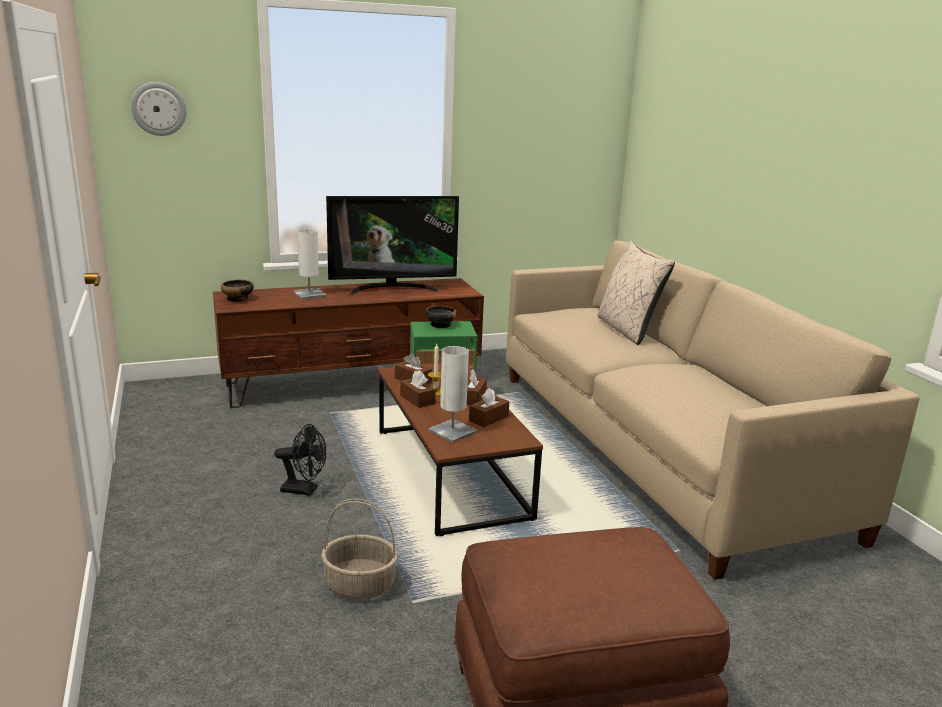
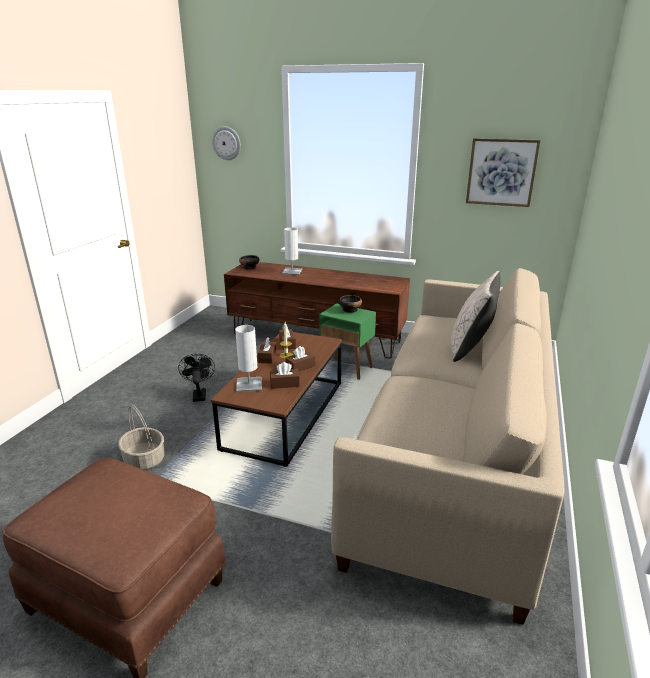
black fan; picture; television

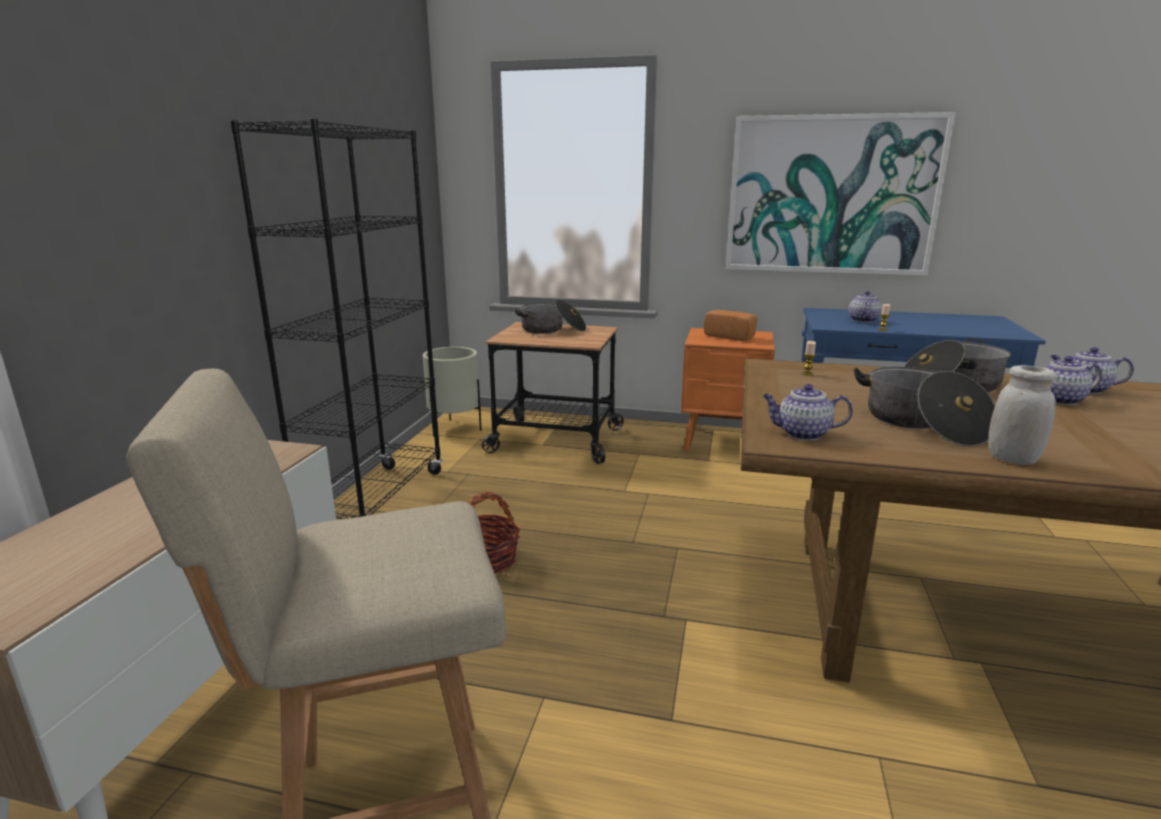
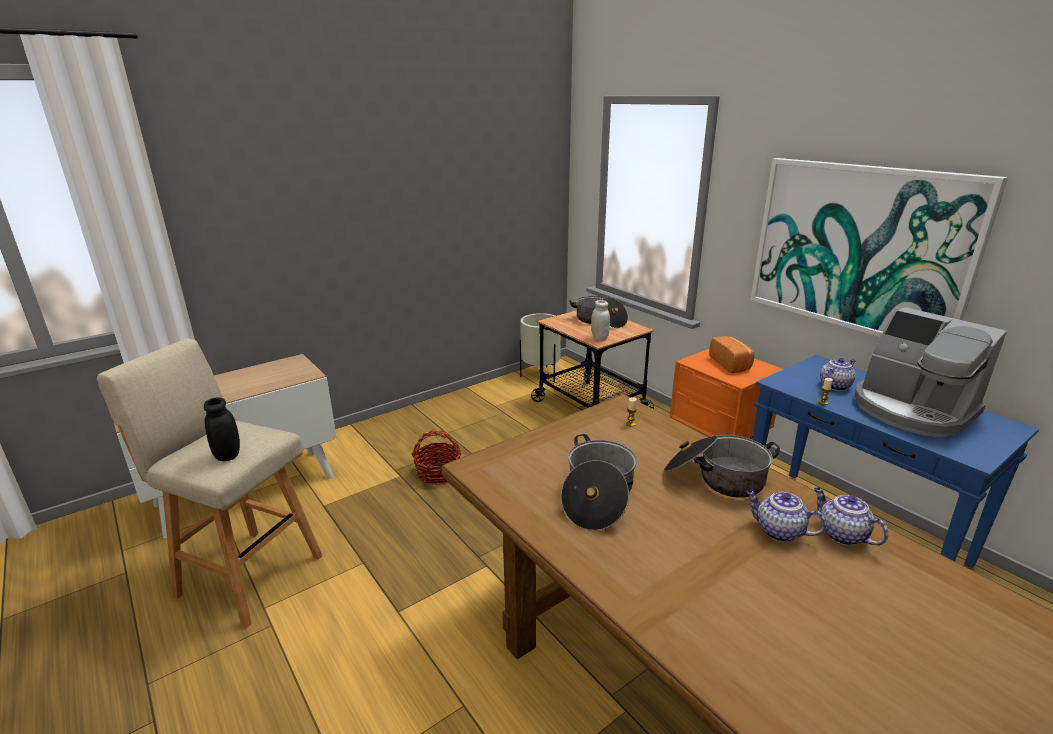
black jar; white jar; coffee machine; black bookcase; teapot (1st from left in the first image)

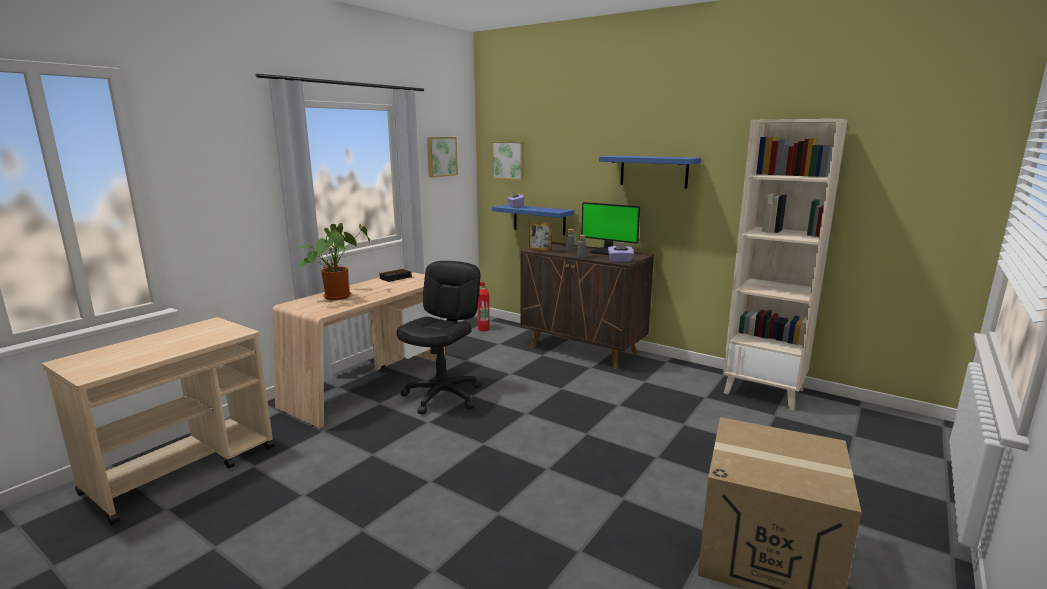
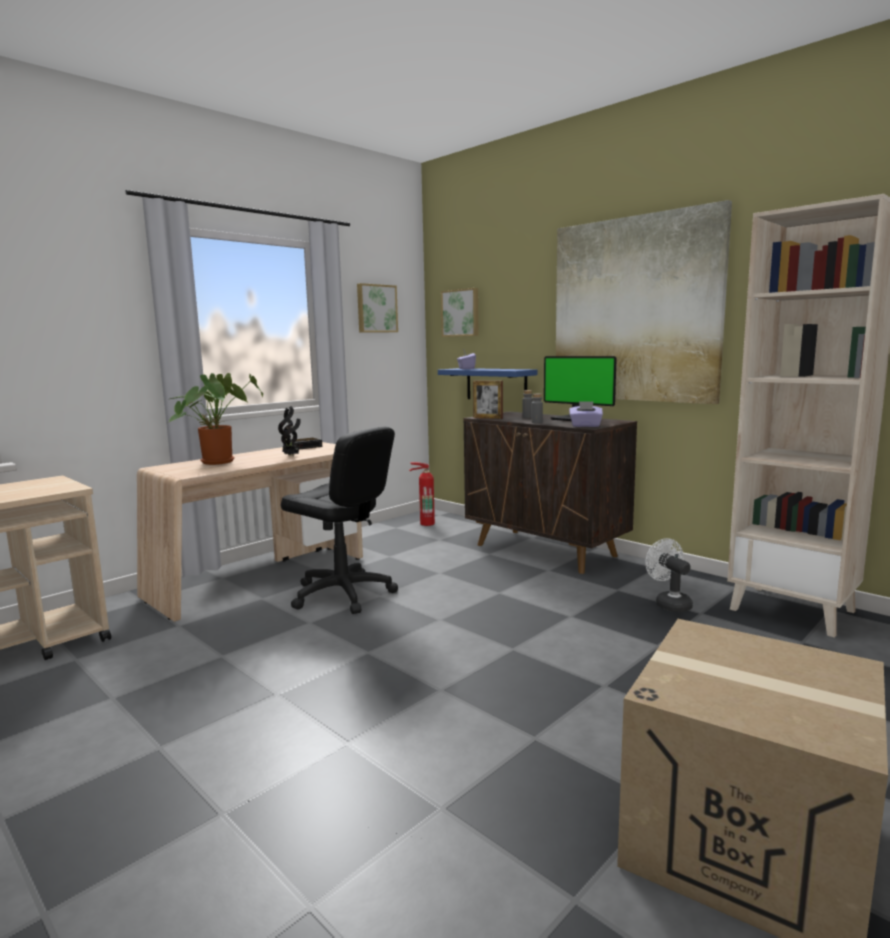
potted plant (2nd from left); black office chair; picture (3rd from left); white fan

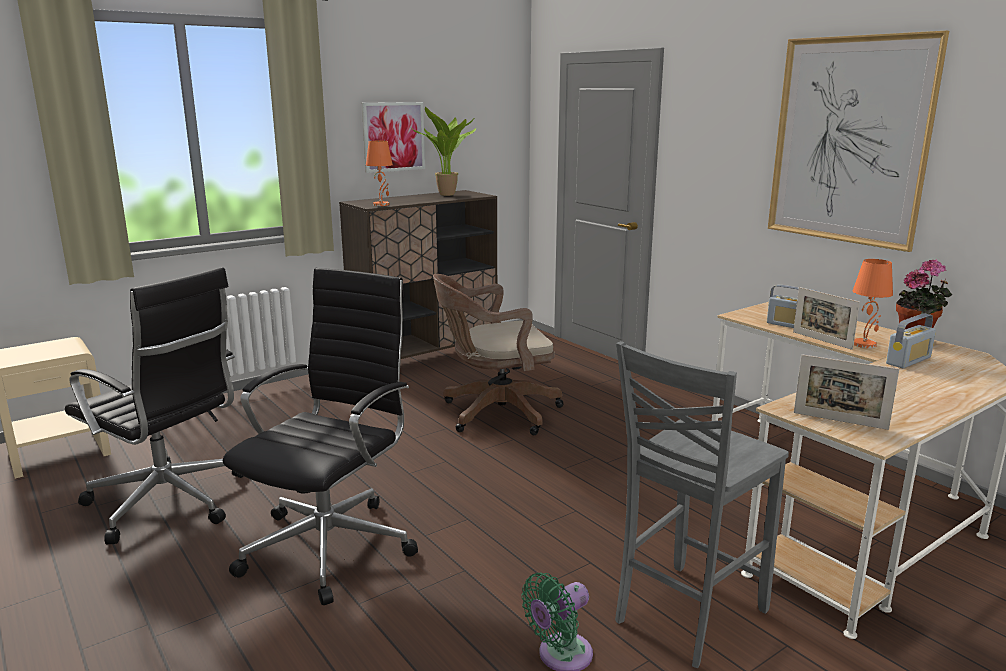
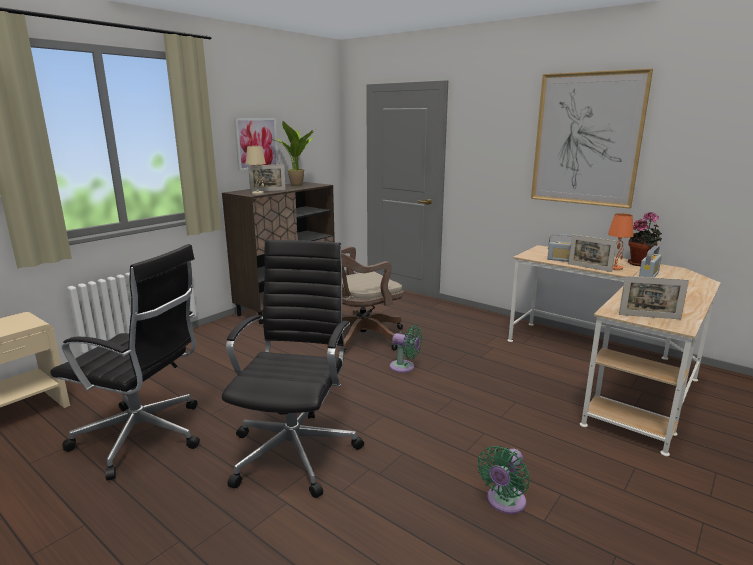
beige table lamp; picture frame (1st from left); green fan (1st from left); grey chair

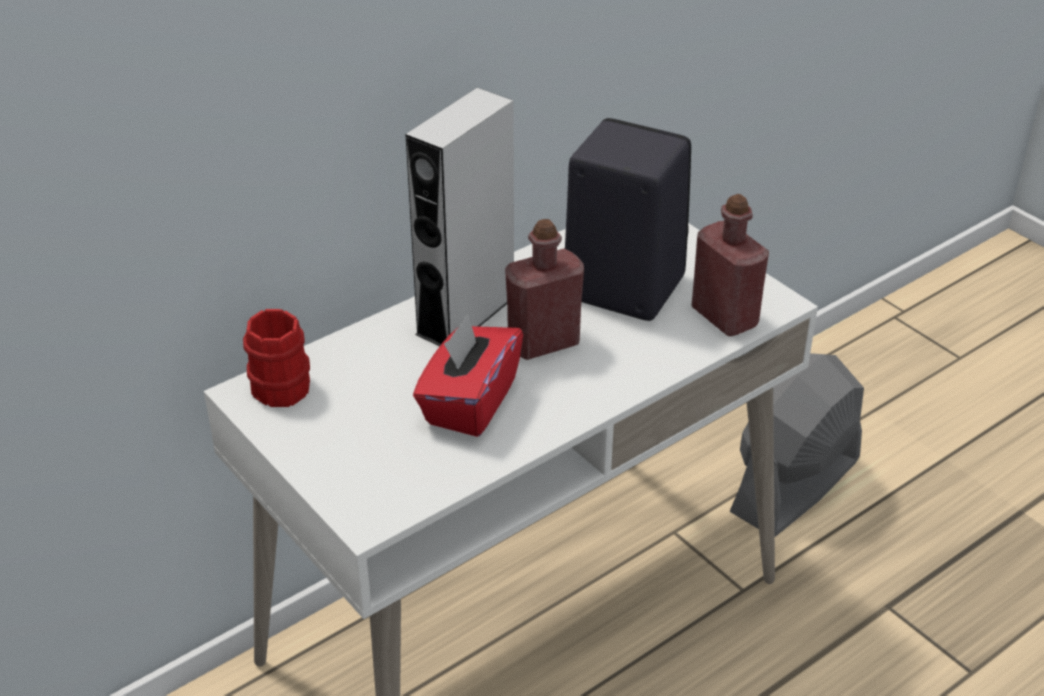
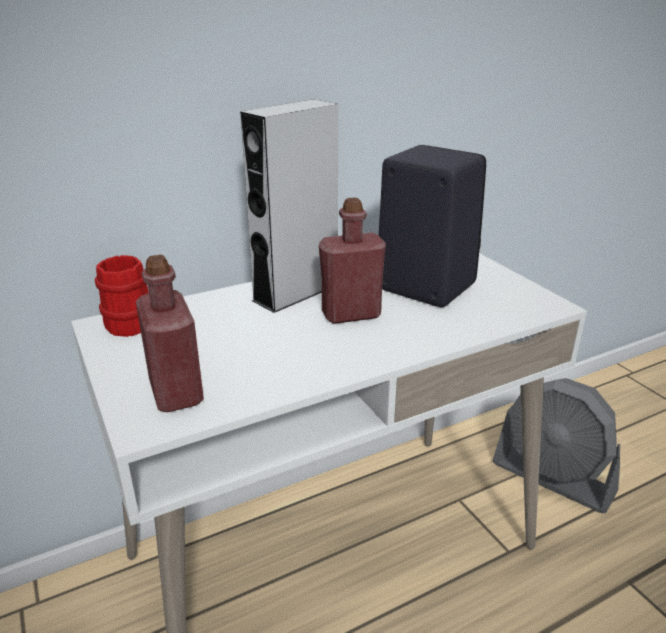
red bottle (1st from left); grey fan; red tissue box

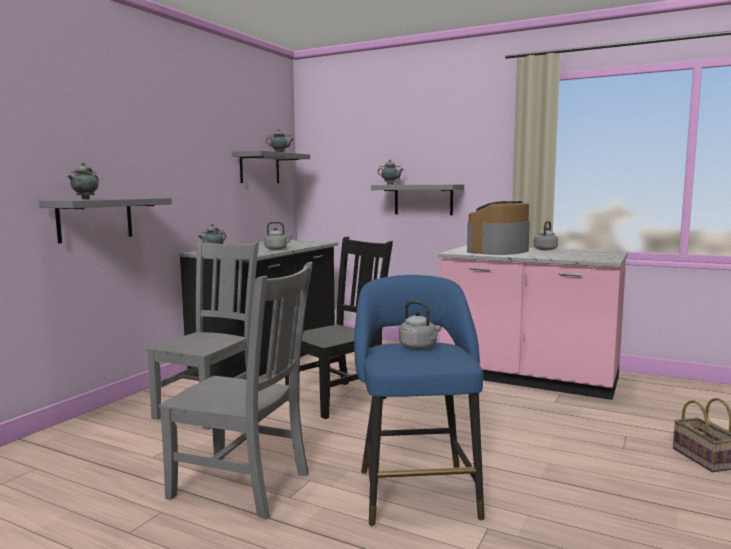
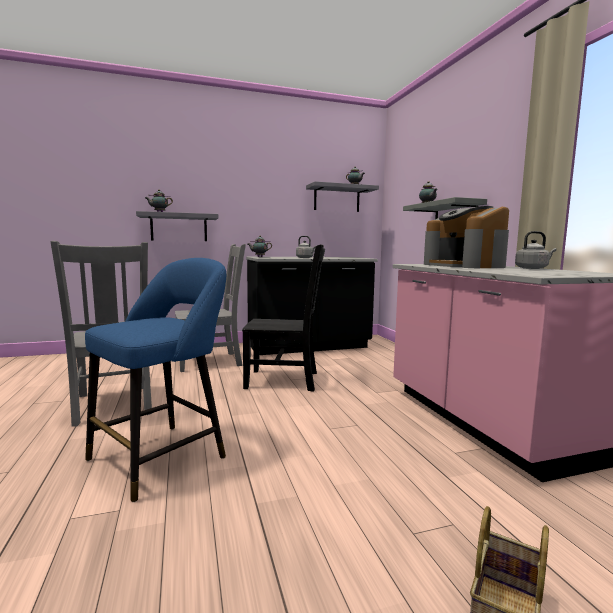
coffee machine; grey kettle (2nd from left in the first image)

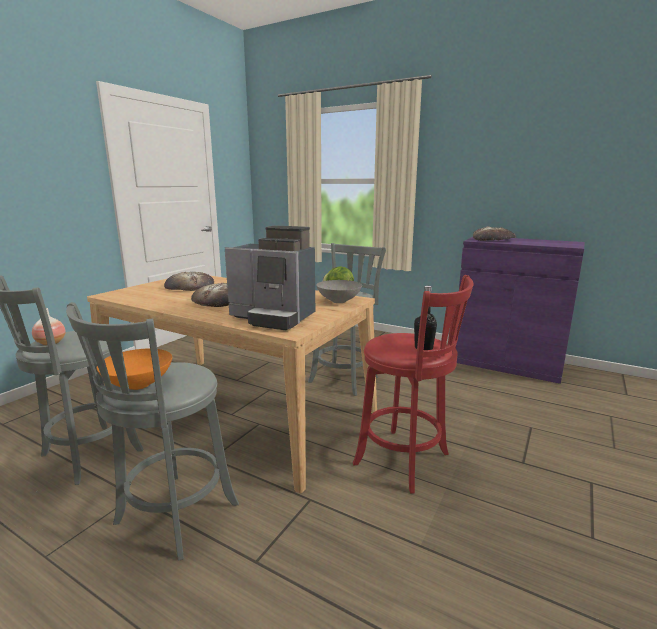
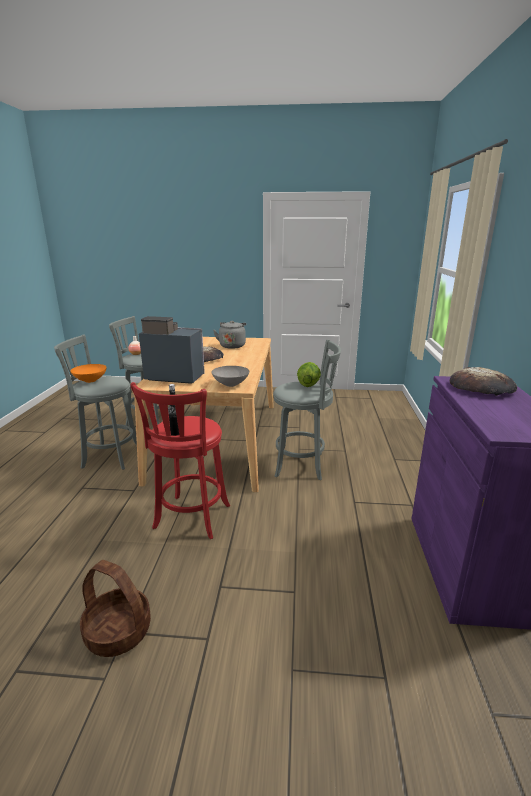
basket; coffee machine; grey kettle

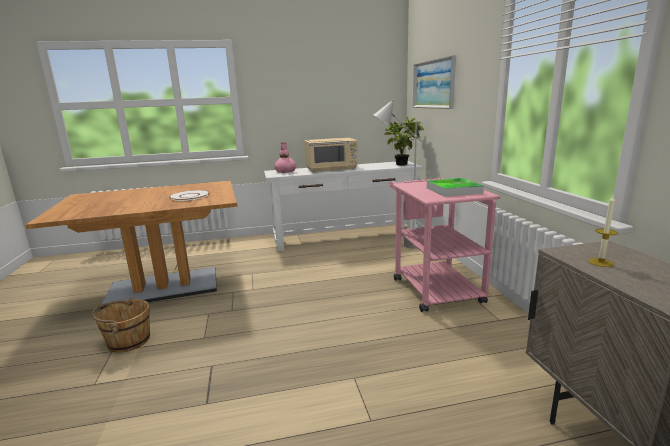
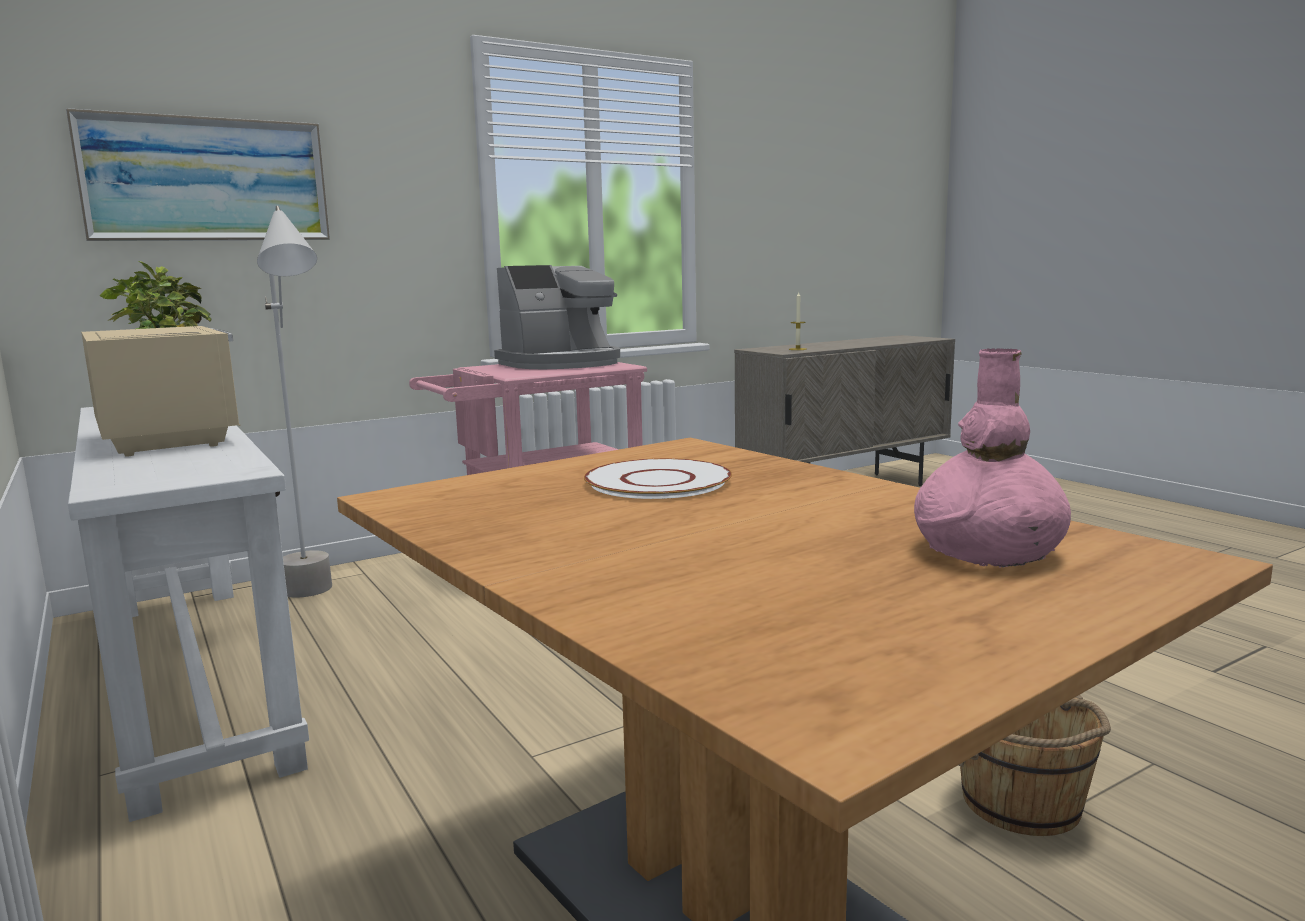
coffee machine; pink vase

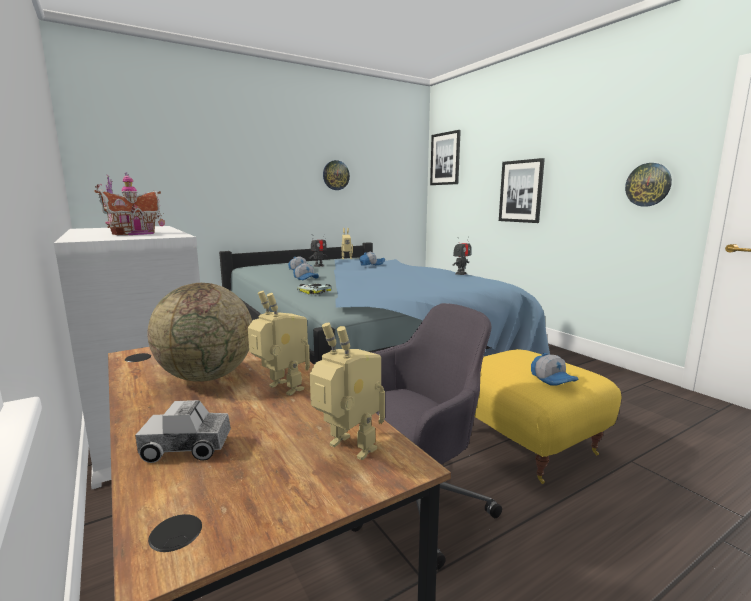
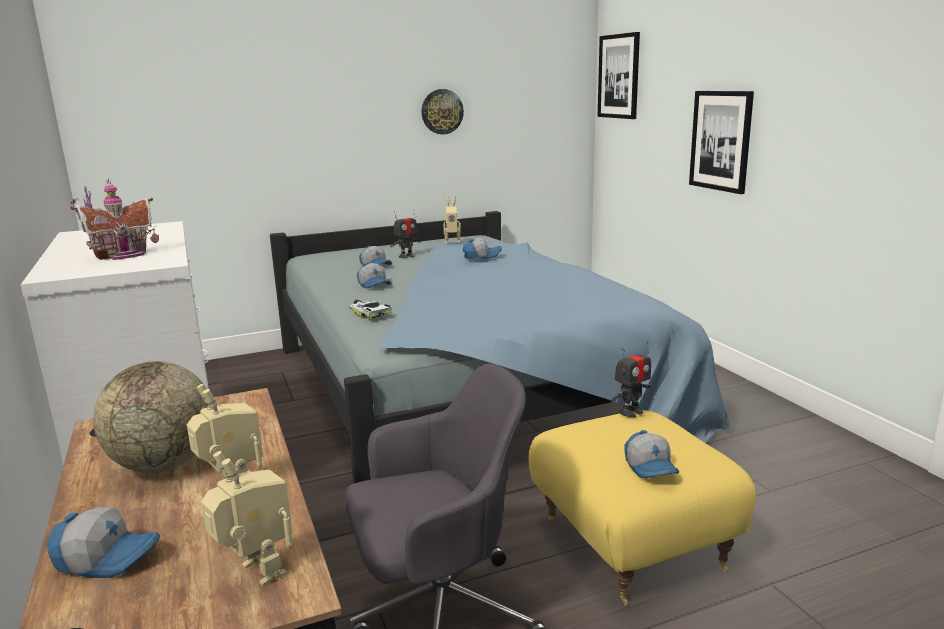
cap (1st from left); toy robot (5th from left); wall clock (2nd from left in the first image)

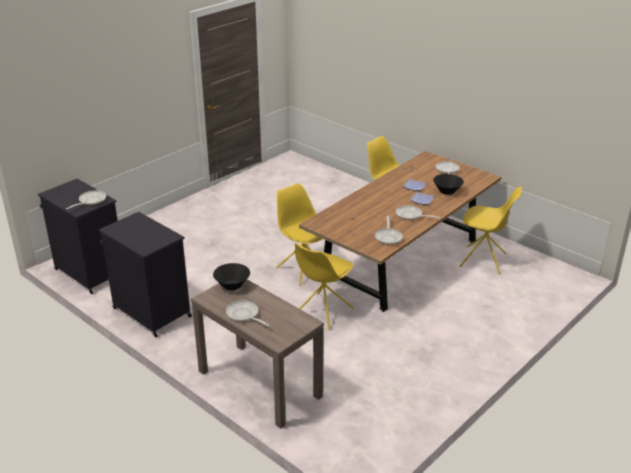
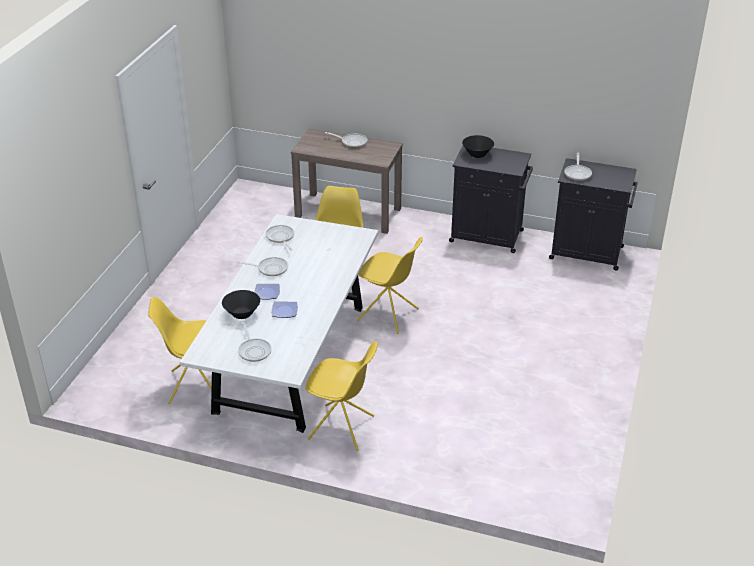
white dining table; black bowl (2nd from left)

